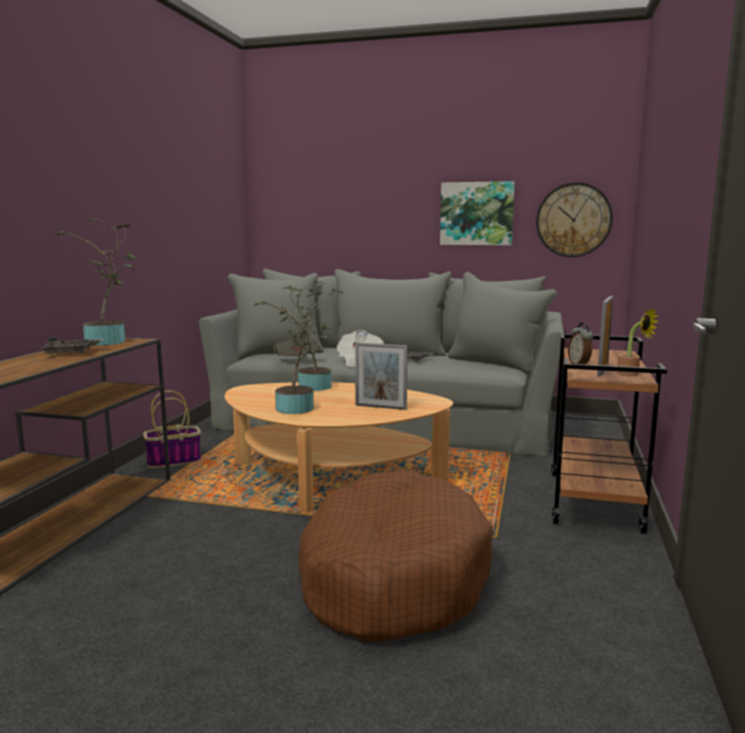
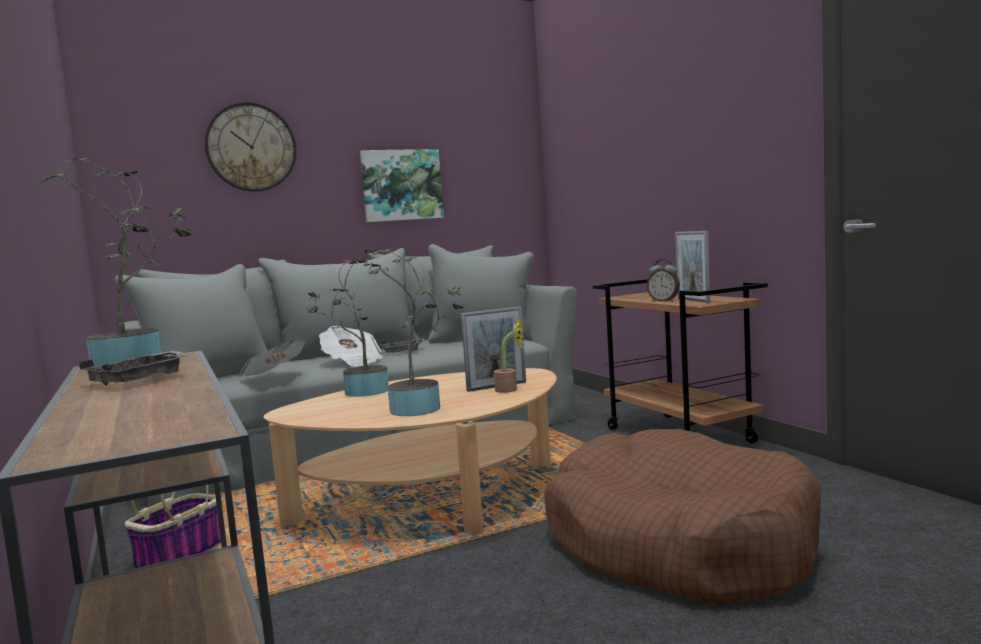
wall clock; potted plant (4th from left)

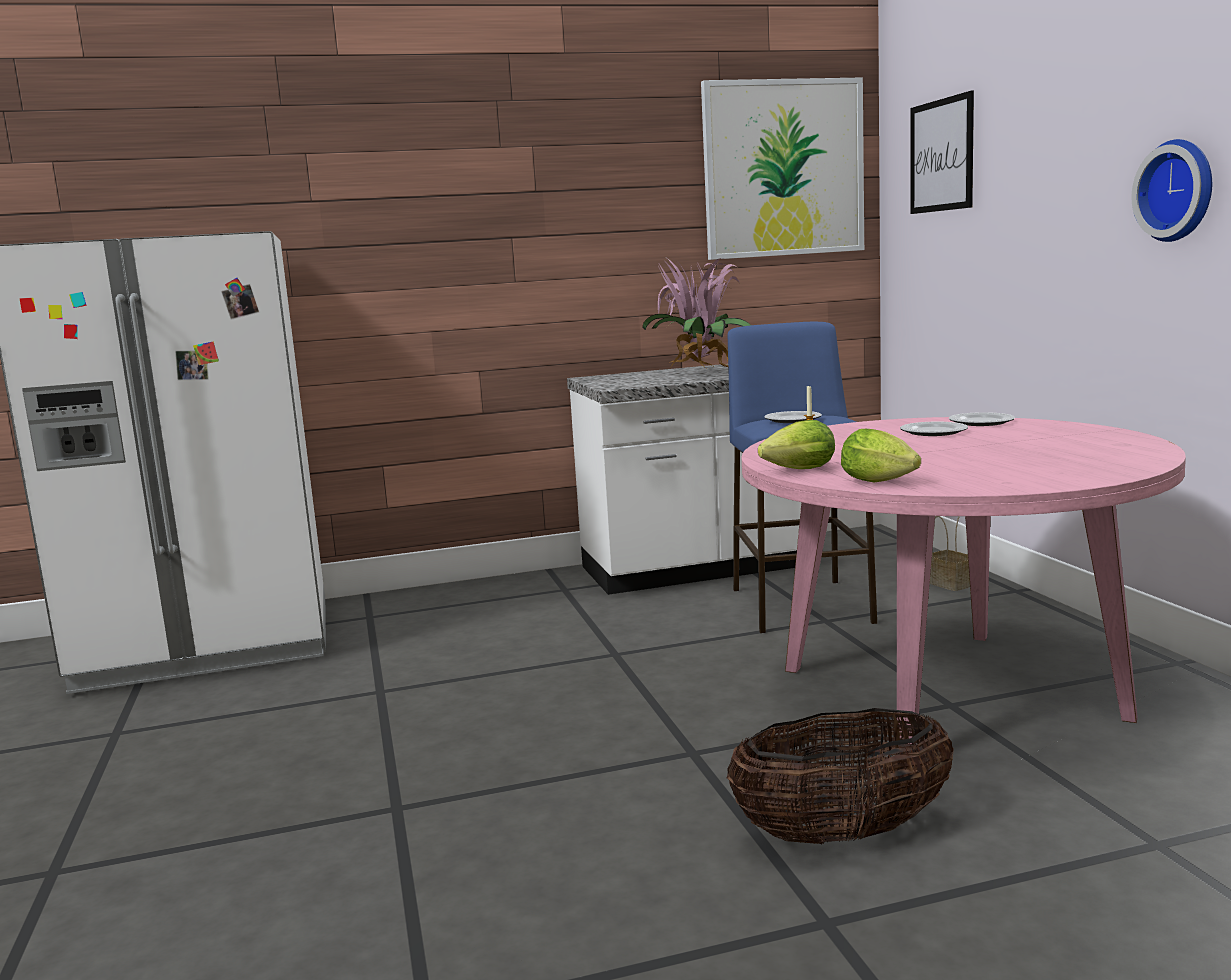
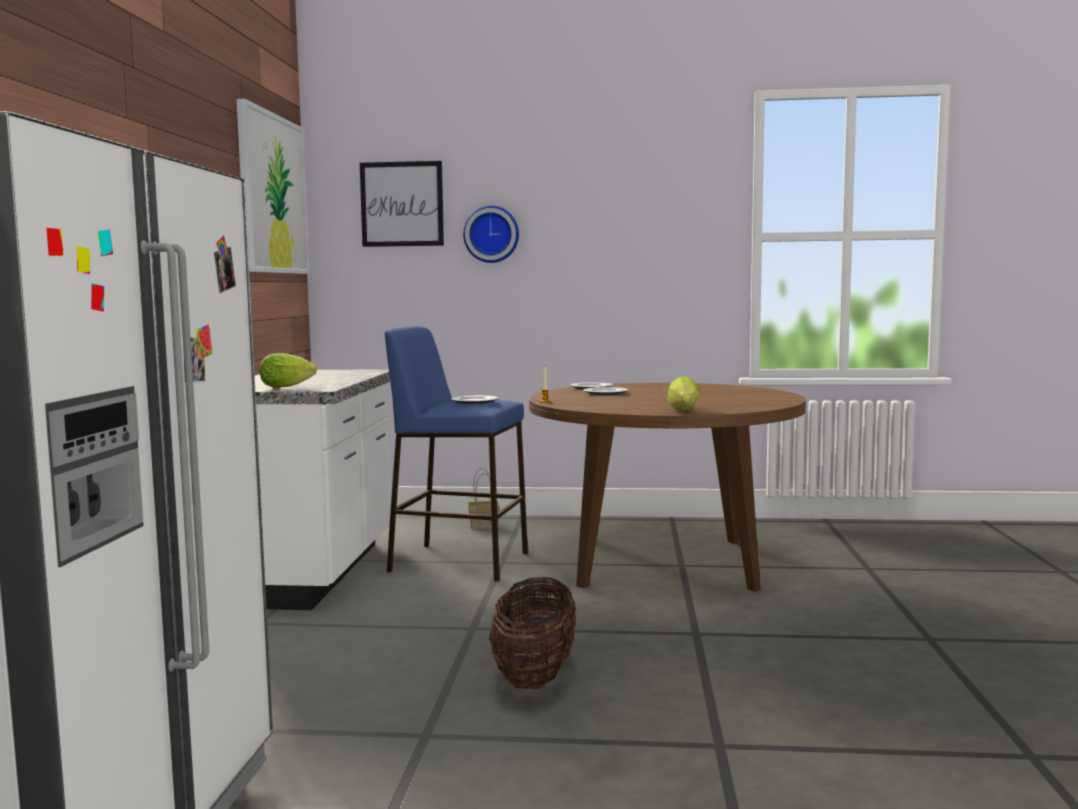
lettuce (1st from left); wall clock; basket (2nd from left); brown dining table; potted plant

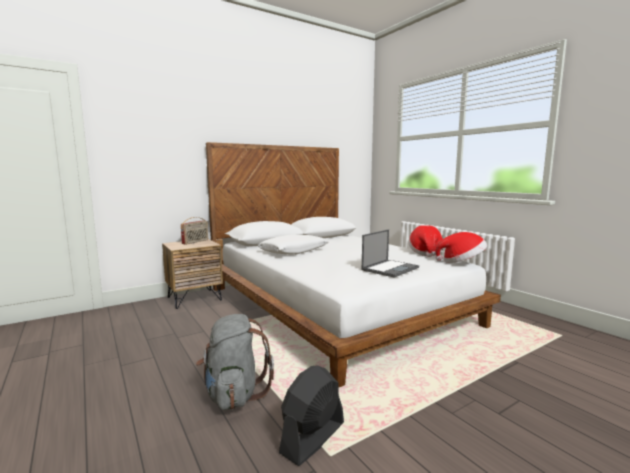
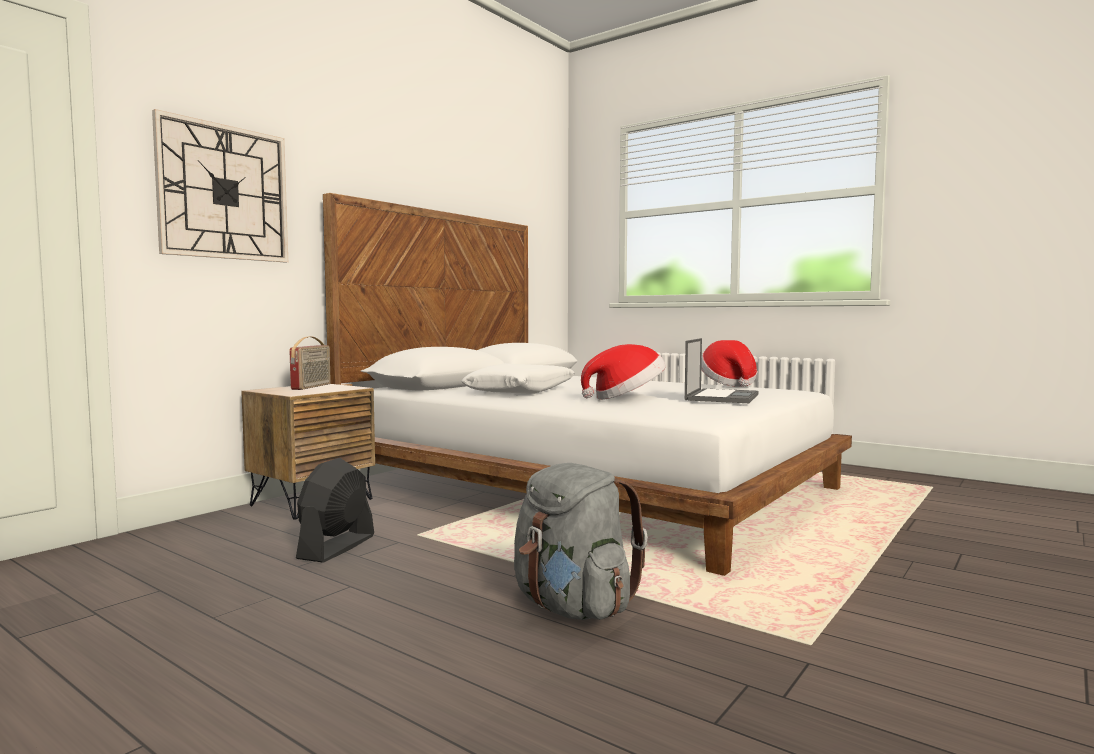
wall clock; black fan; hat (1st from left)

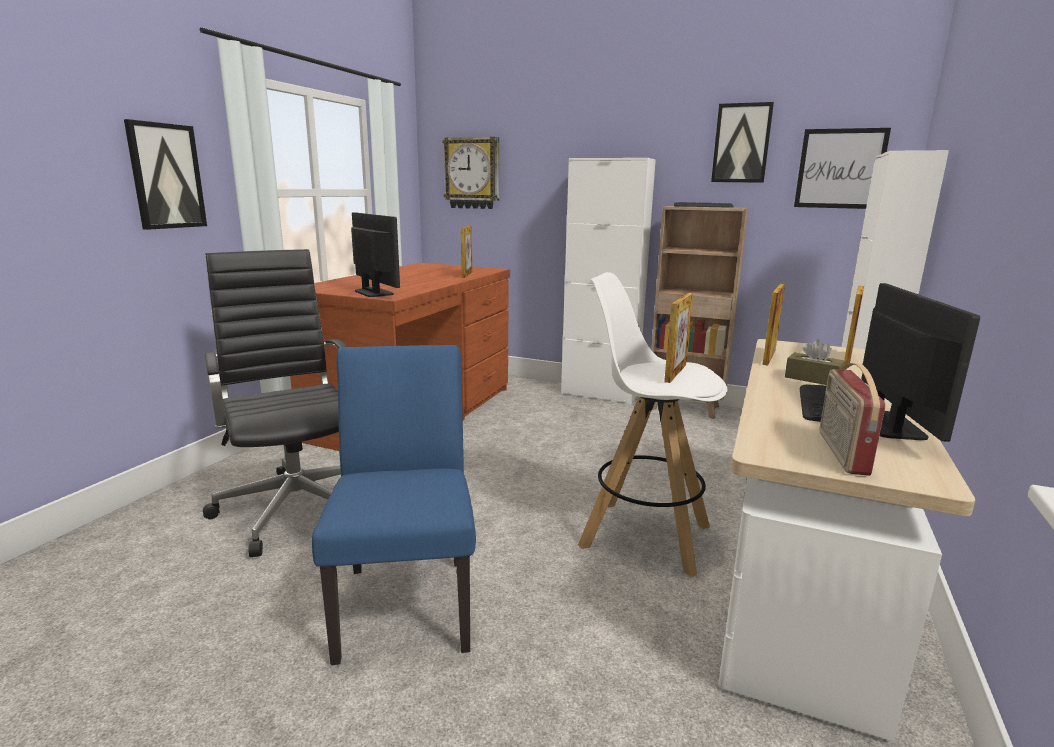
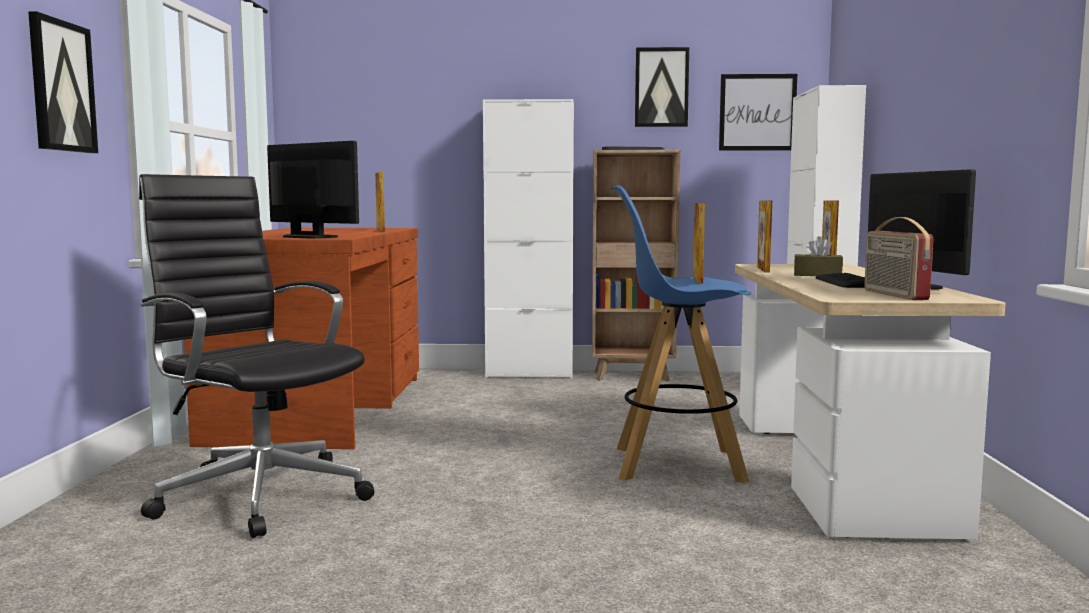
blue stool; blue chair; wall clock

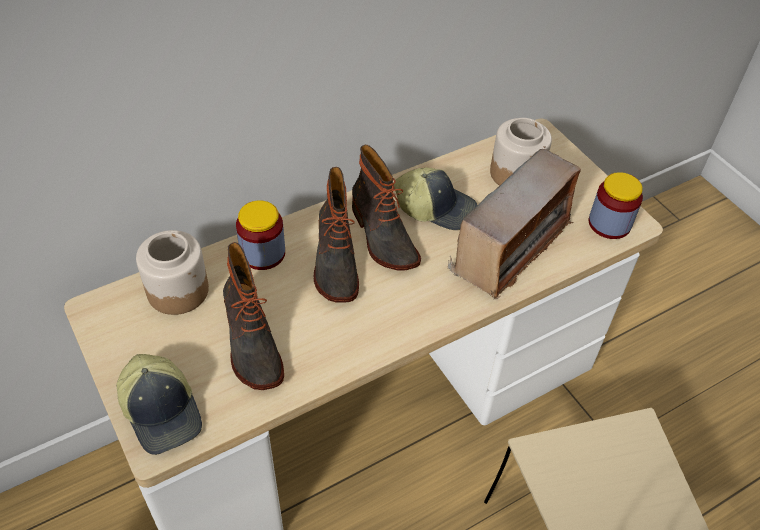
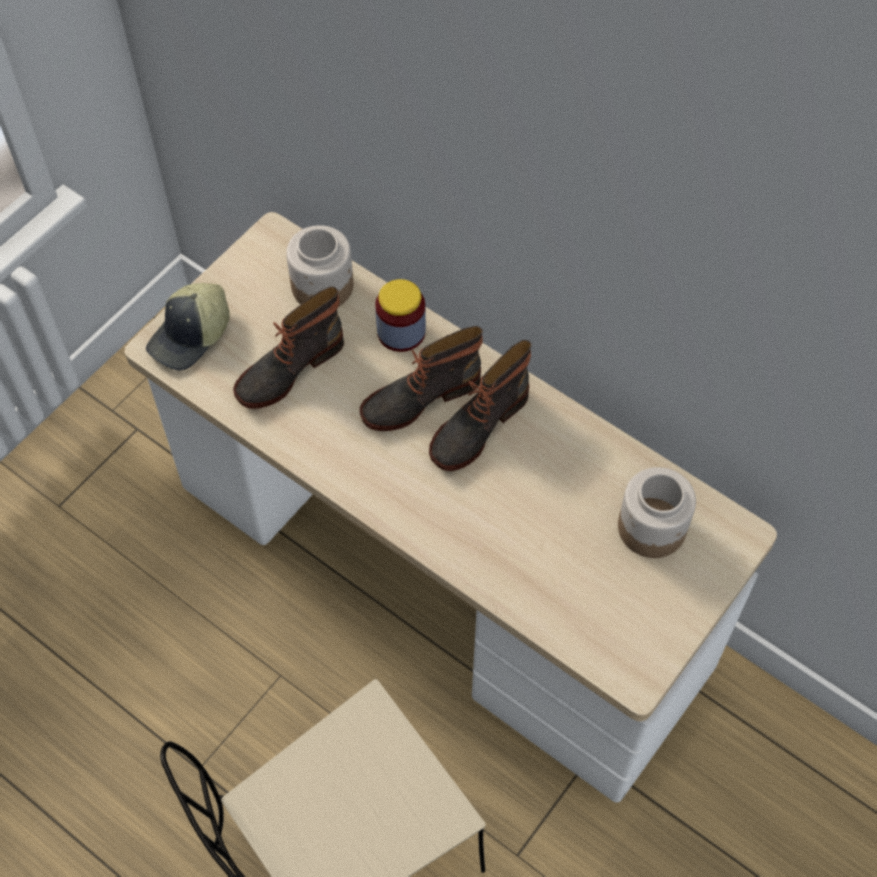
cap (2nd from left in the first image); radio; jar (4th from left in the first image)

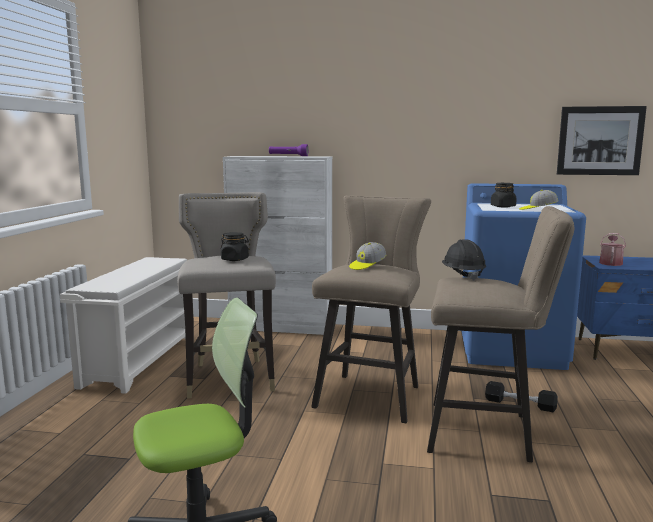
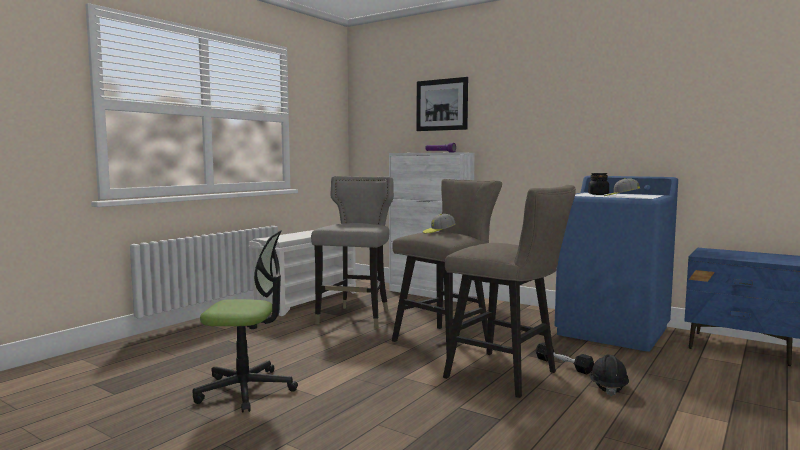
picture; black hard hat; black jar (1st from left in the first image); watering can

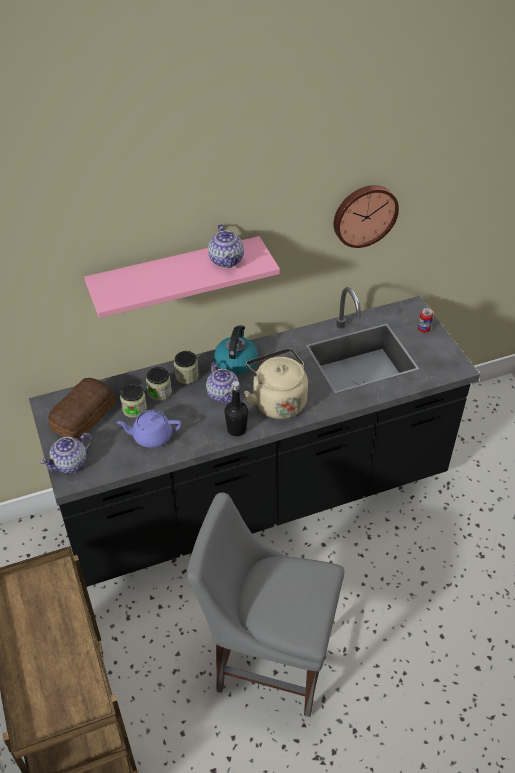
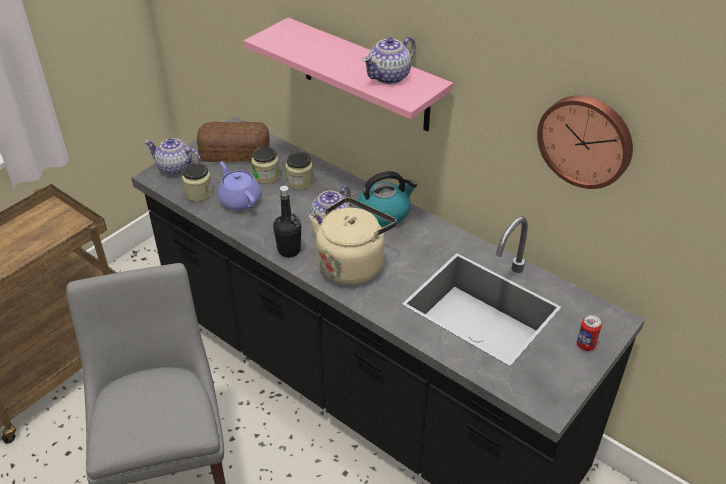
jar (1st from left)

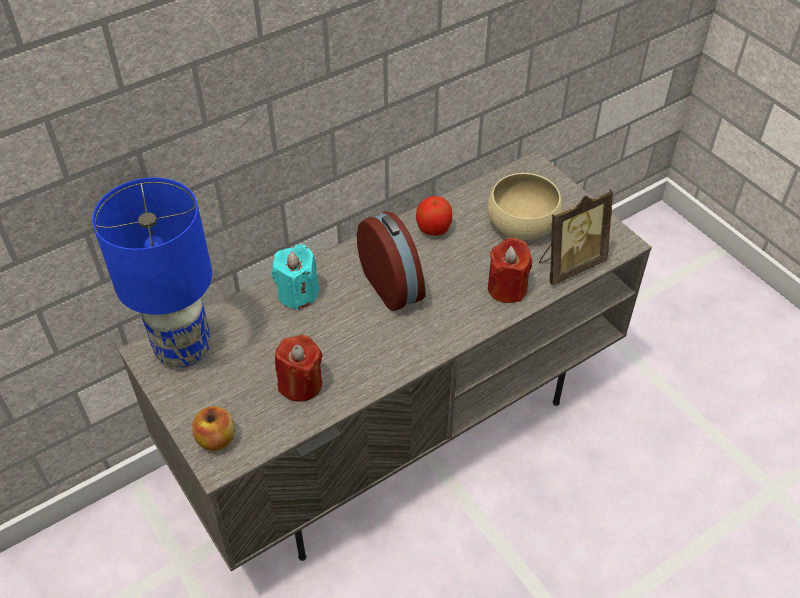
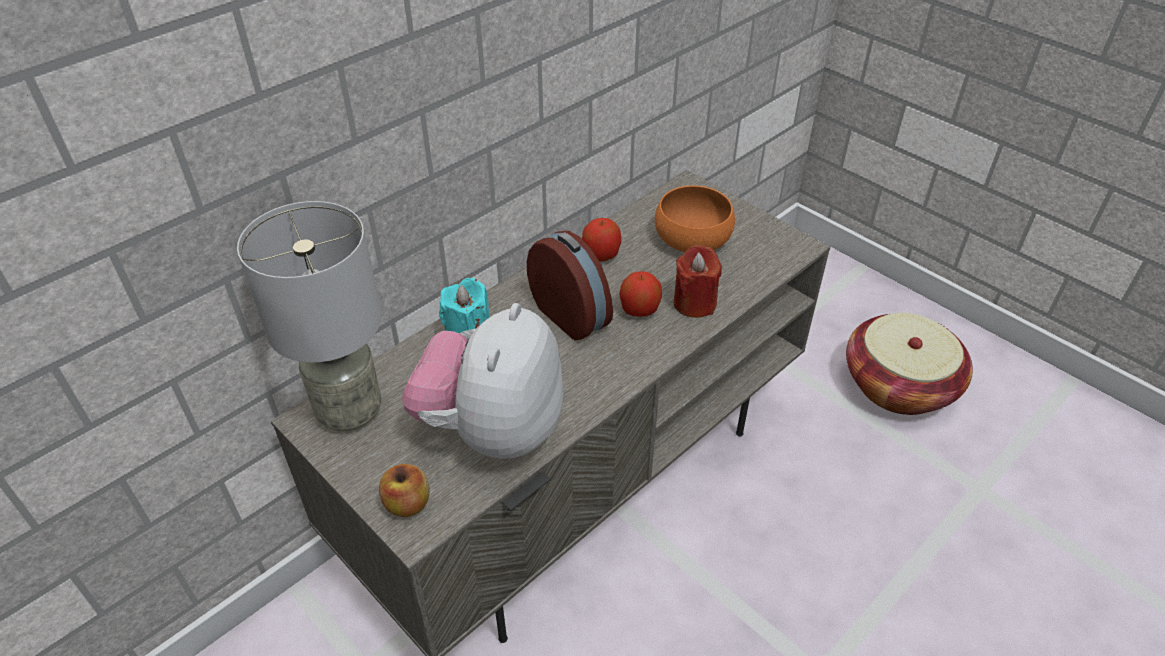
grey table lamp; plush toy; apple (3rd from left); orange bowl; basket; picture frame

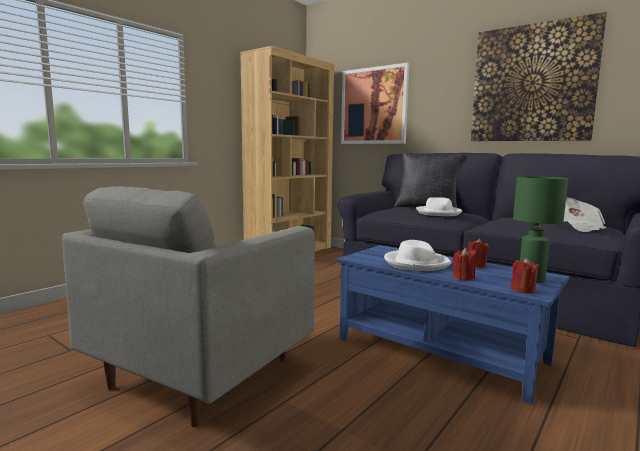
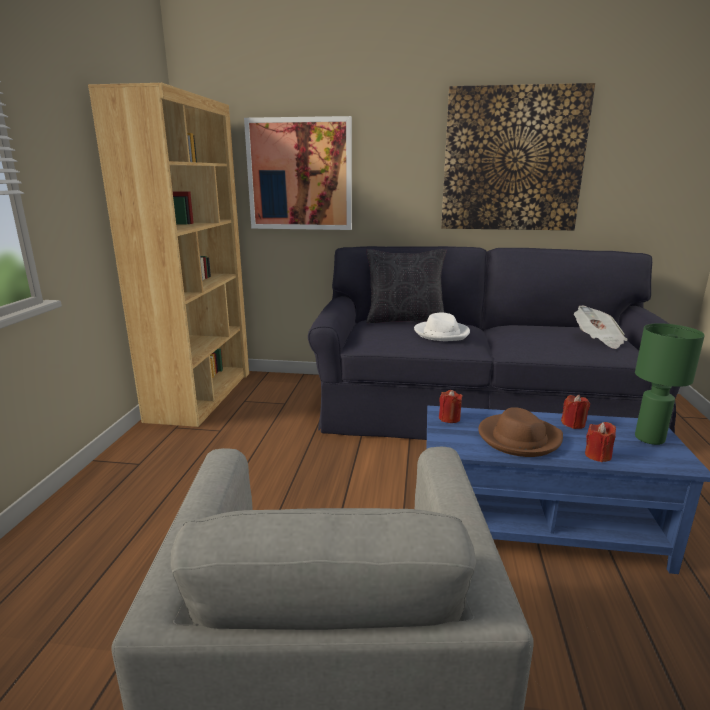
red candle (1st from left); brown hat

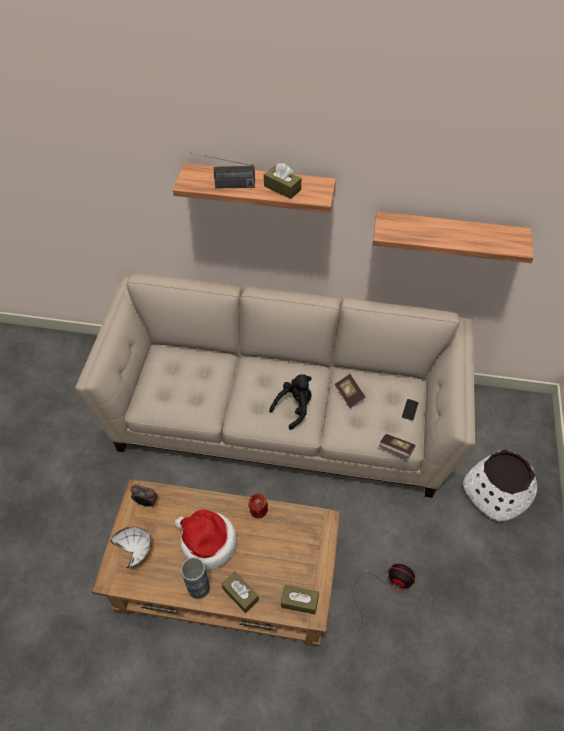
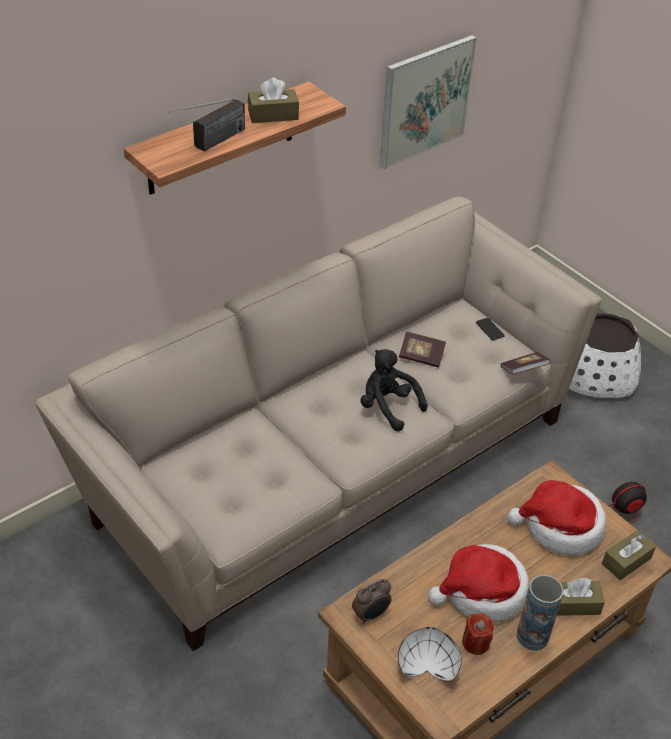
black plush toy; picture; red candle; hat (2nd from left)

